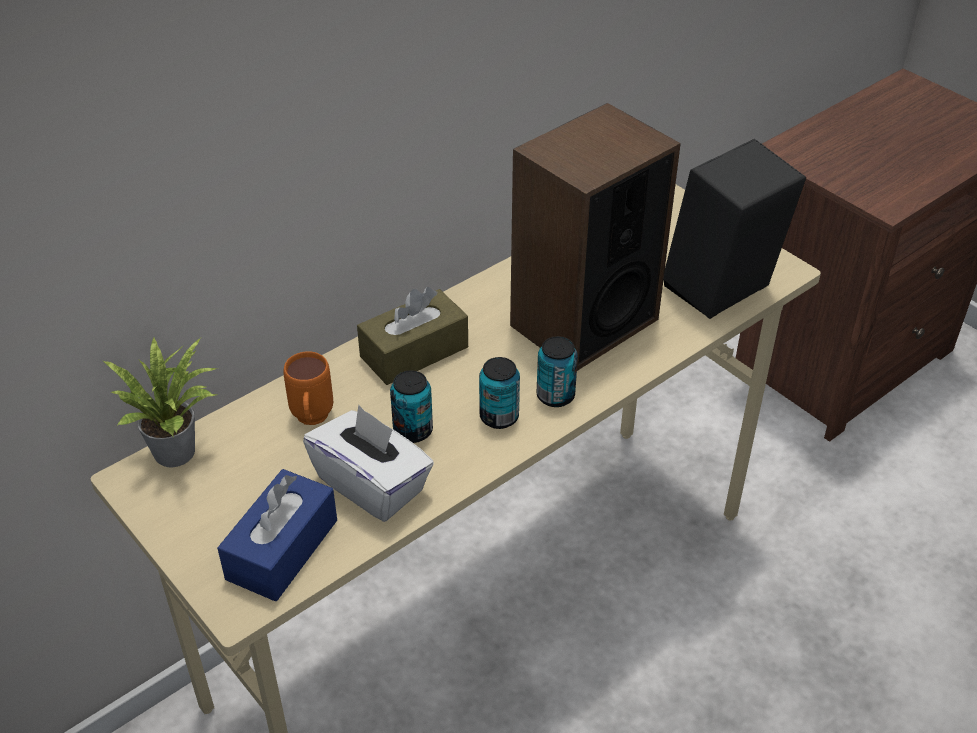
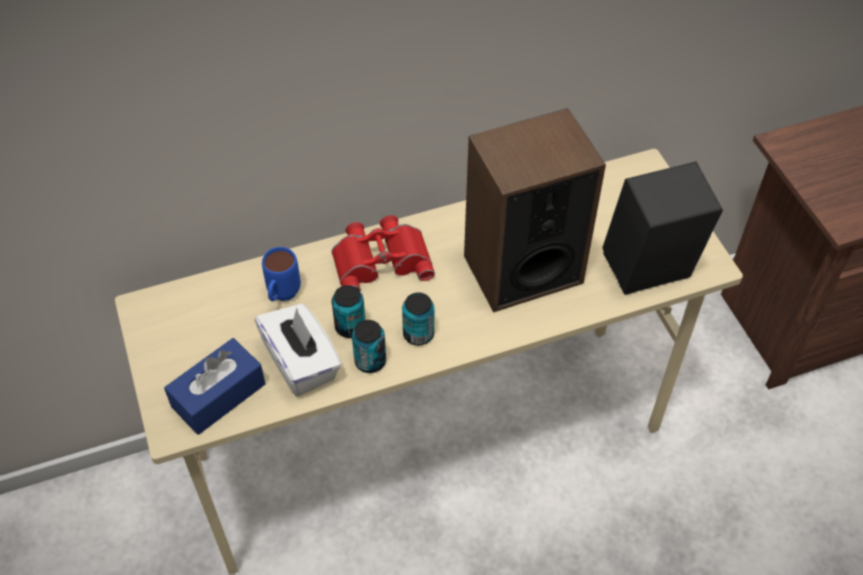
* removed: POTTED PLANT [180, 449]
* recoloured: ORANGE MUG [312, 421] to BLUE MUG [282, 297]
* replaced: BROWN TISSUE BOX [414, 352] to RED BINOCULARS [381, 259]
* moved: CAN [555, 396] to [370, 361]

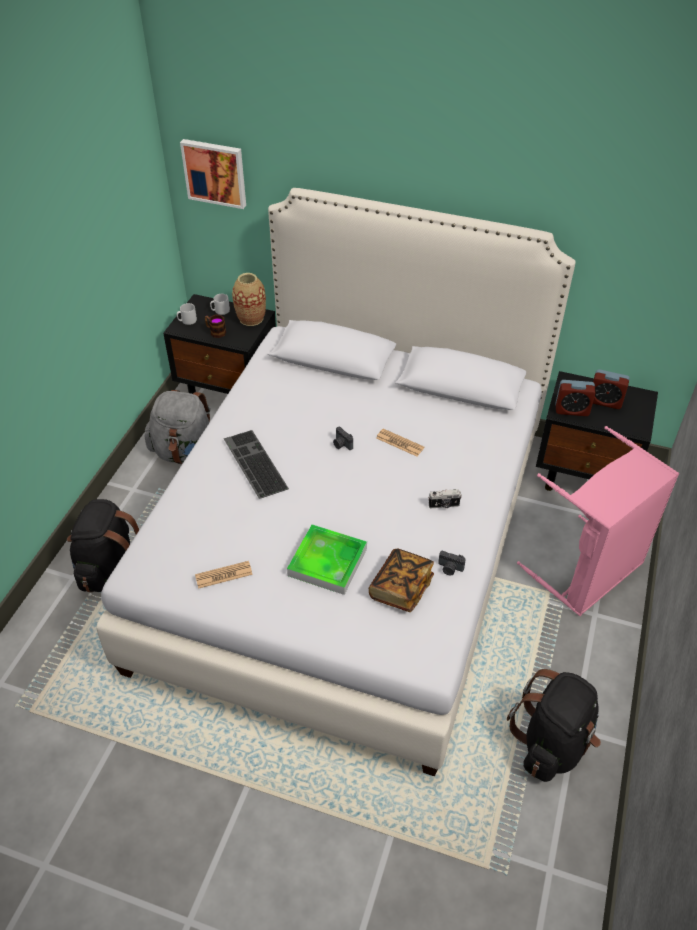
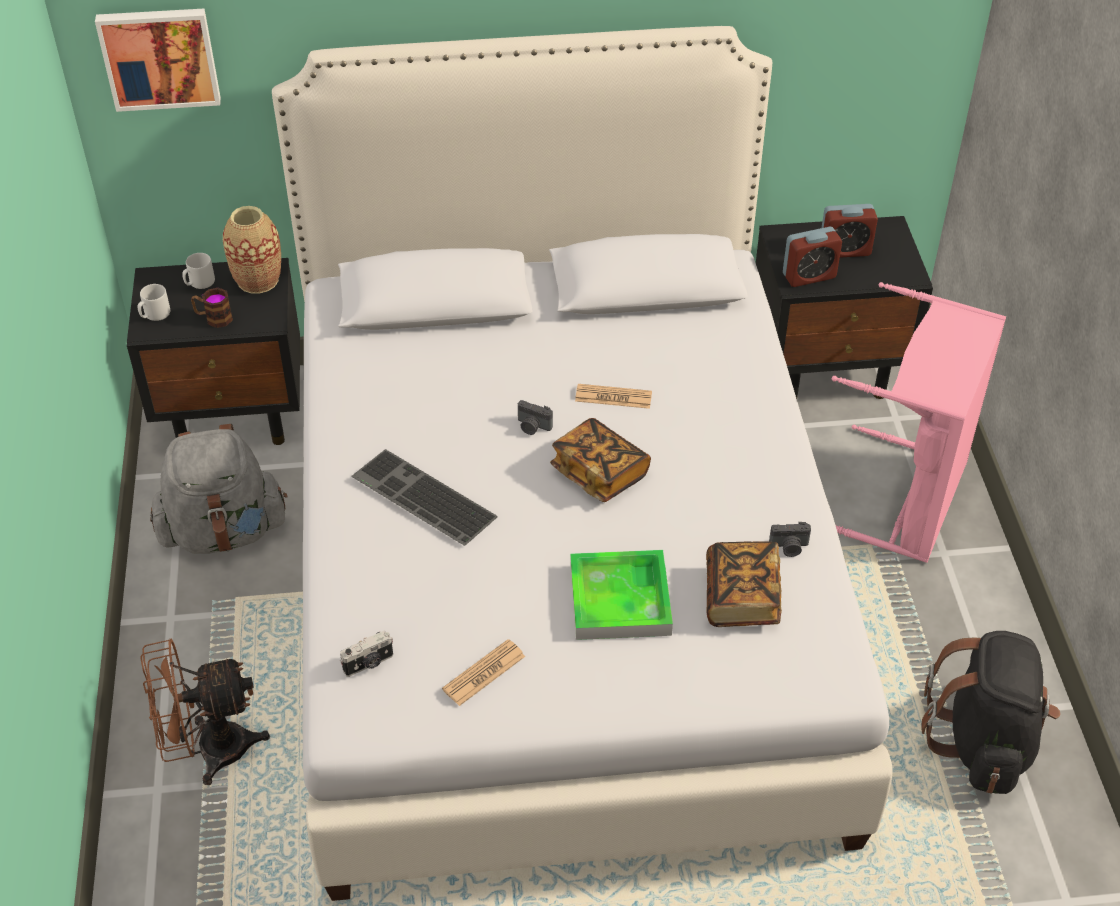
* replaced: BLACK BACKPACK [109, 567] to BROWN FAN [209, 750]
* moved: PHOTO CAMERA [444, 505] to [369, 664]
* added: BOOK [599, 473]

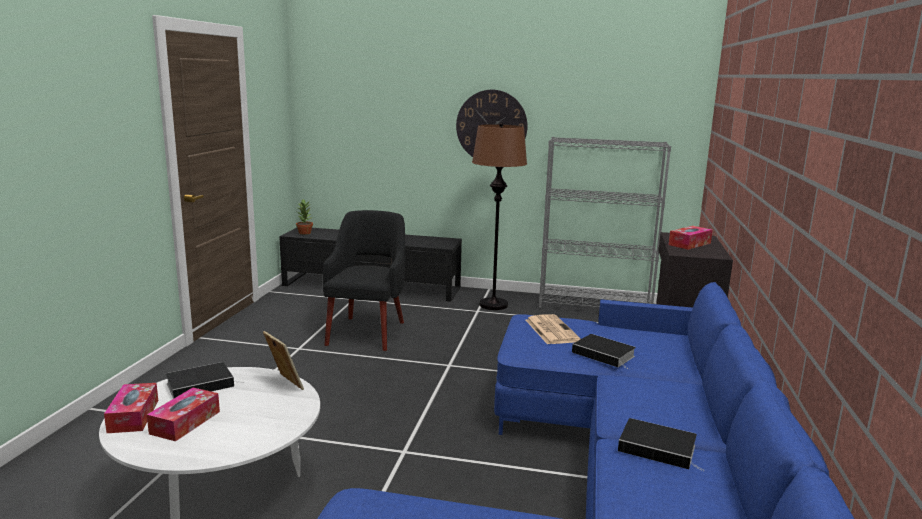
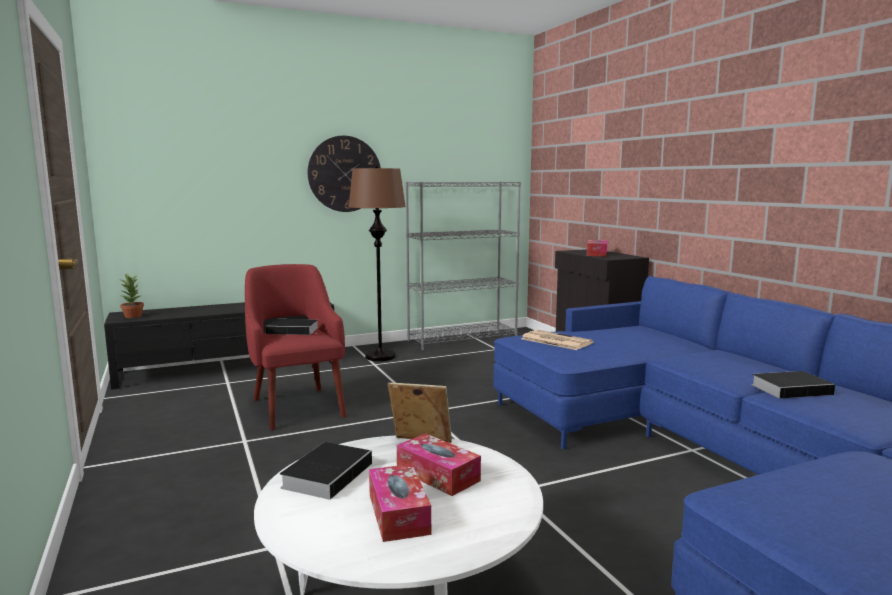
* moved: TISSUE BOX [133, 416] to [437, 475]
* recoloured: BLACK ARMCHAIR [367, 332] to RED ARMCHAIR [297, 406]
* moved: BOOK [605, 354] to [294, 330]

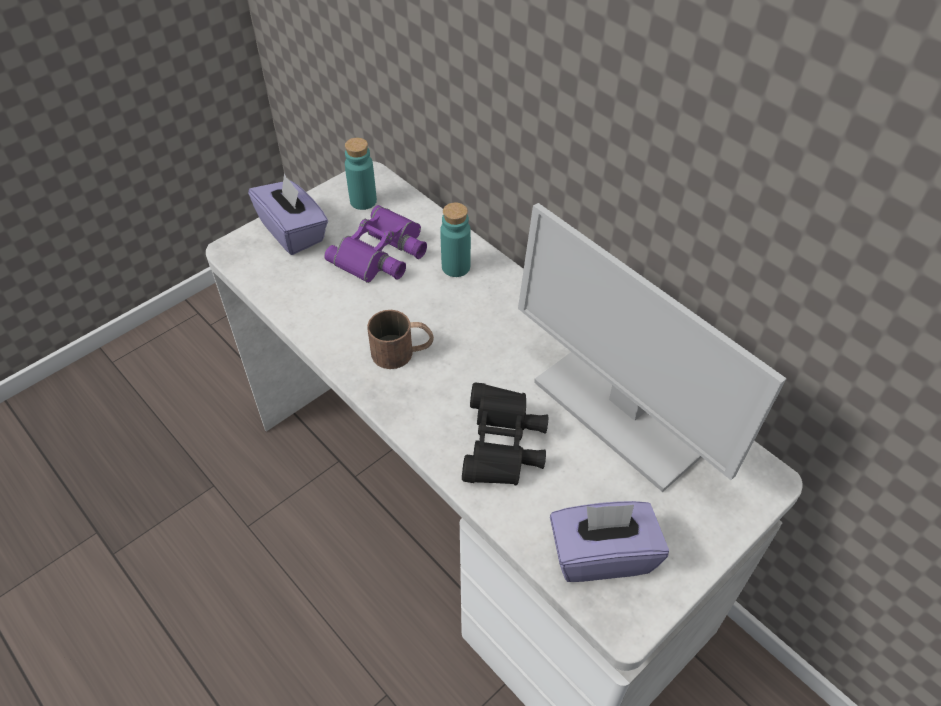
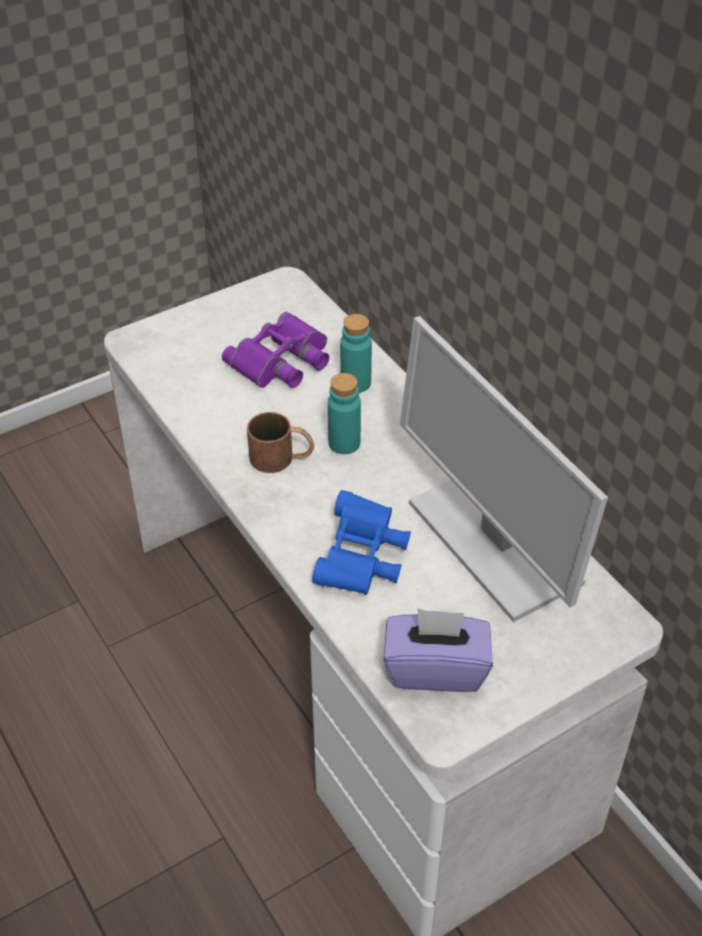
* removed: PURPLE TISSUE BOX [293, 232]
* moved: TURQUOISE BOTTLE [363, 201] to [344, 443]
* recoloured: BLACK BINOCULARS [503, 448] to BLUE BINOCULARS [362, 560]

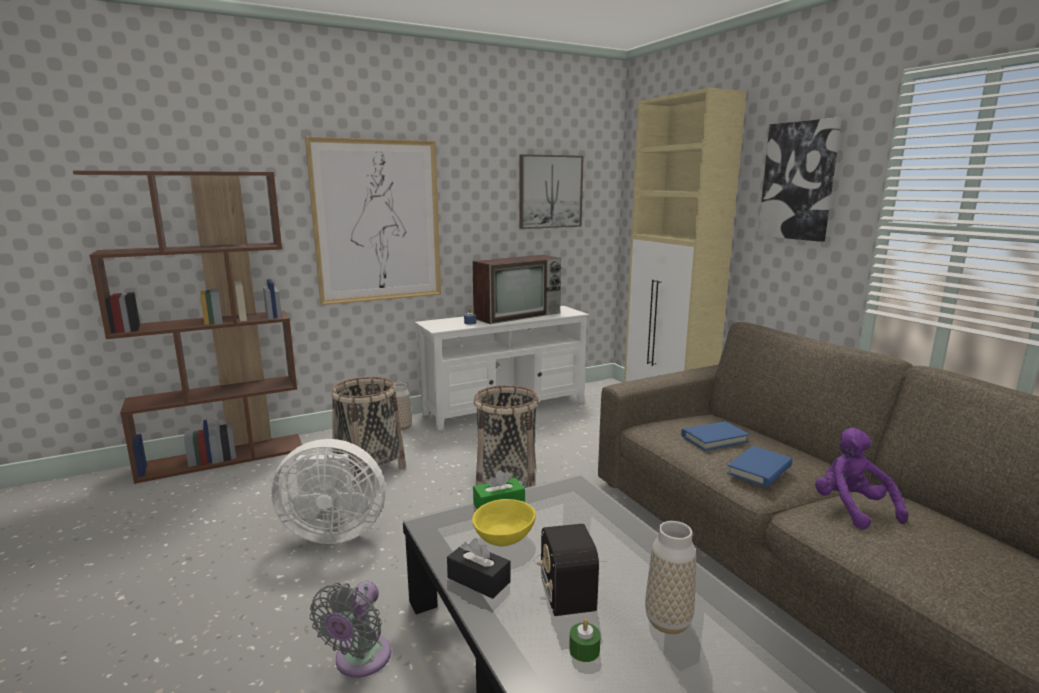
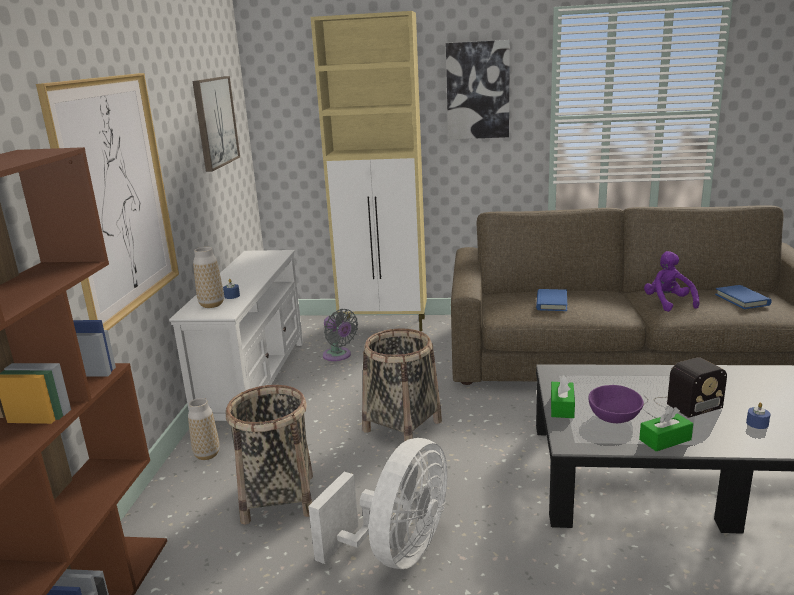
* moved: GREY FAN [359, 661] to [338, 356]
* recoloured: BLACK TISSUE BOX [478, 580] to GREEN TISSUE BOX [665, 440]
* removed: TELEVISION [518, 315]
* recoloured: YELLOW BOWL [504, 537] to PURPLE BOWL [613, 417]
* turned: RADIO [567, 577] = [678, 408] 45 degrees counterclockwise
* recoloured: GREEN CANDLE [584, 650] to BLUE CANDLE [757, 423]
* moved: VASE [668, 622] to [211, 304]
* moved: BLUE BOOK [759, 470] to [742, 299]
* turned: PURPLE PLUSH TOY [851, 508] = [668, 303] 60 degrees clockwise

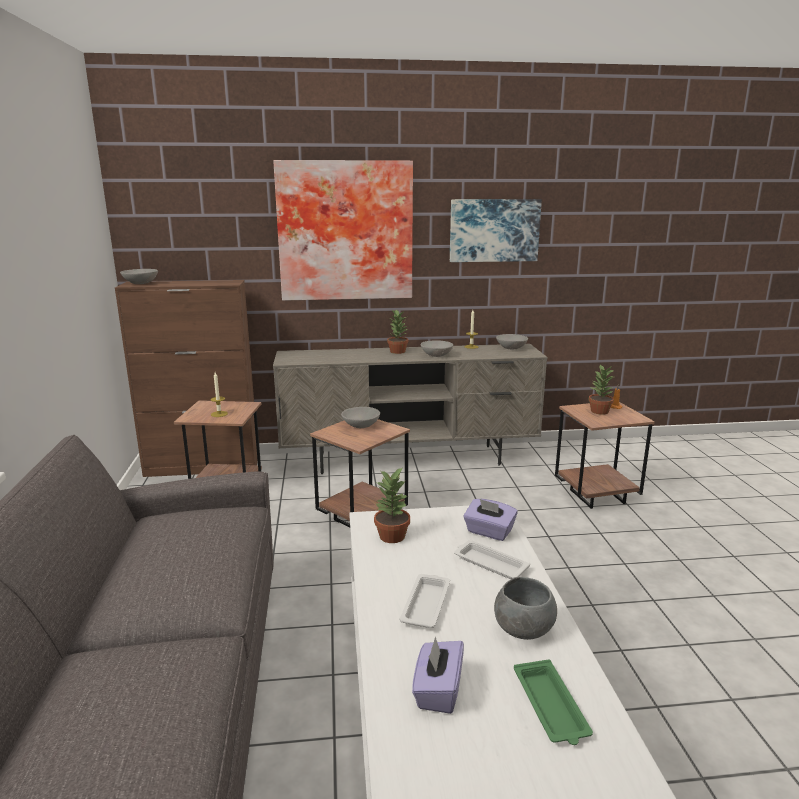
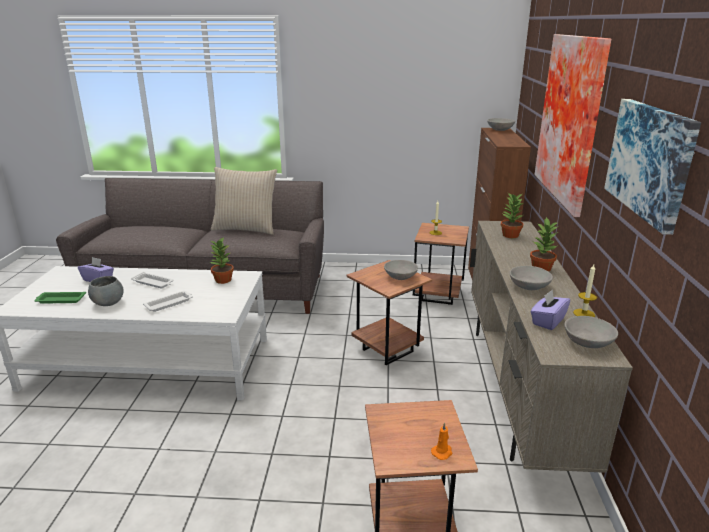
* moved: PURPLE TISSUE BOX [489, 532] to [547, 321]
* moved: POTTED PLANT [599, 411] to [510, 235]
* added: BEIGE PILLOW [246, 229]

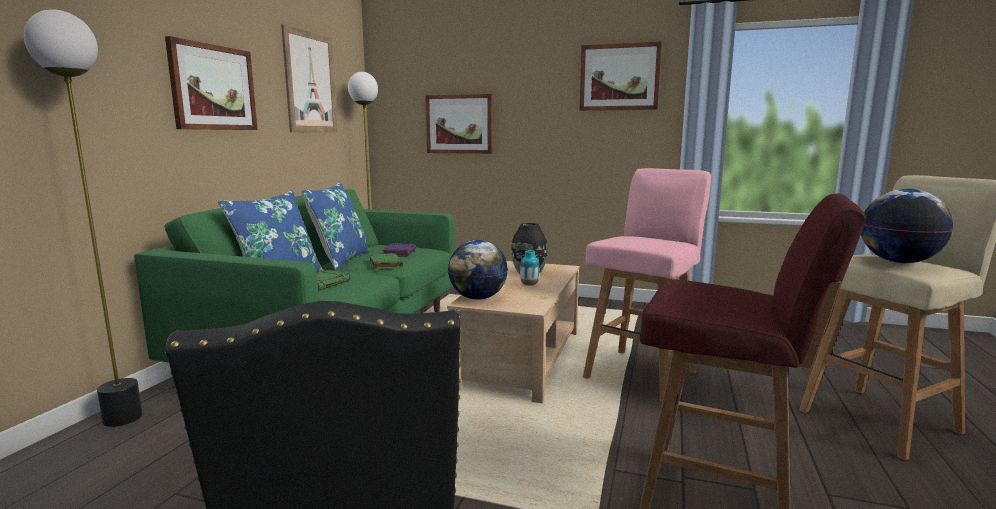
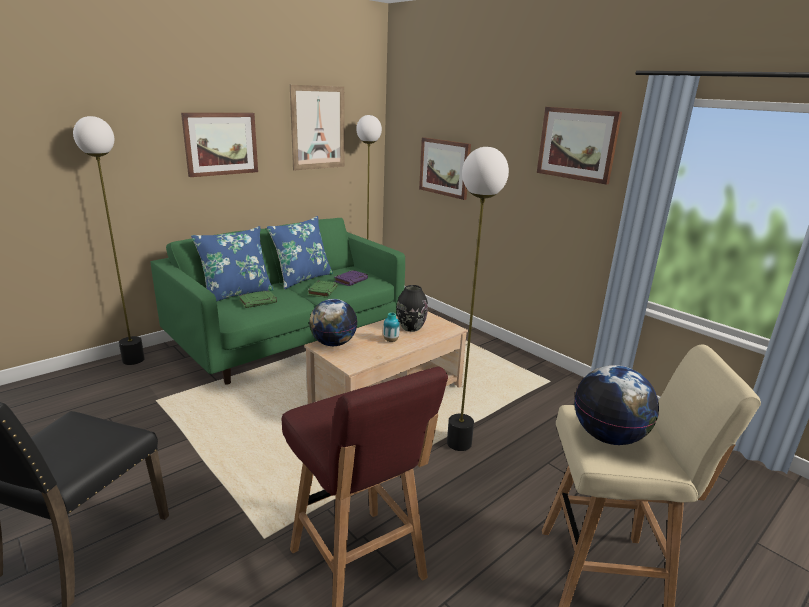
* replaced: PINK STOOL [642, 374] to FLOOR LAMP [459, 443]

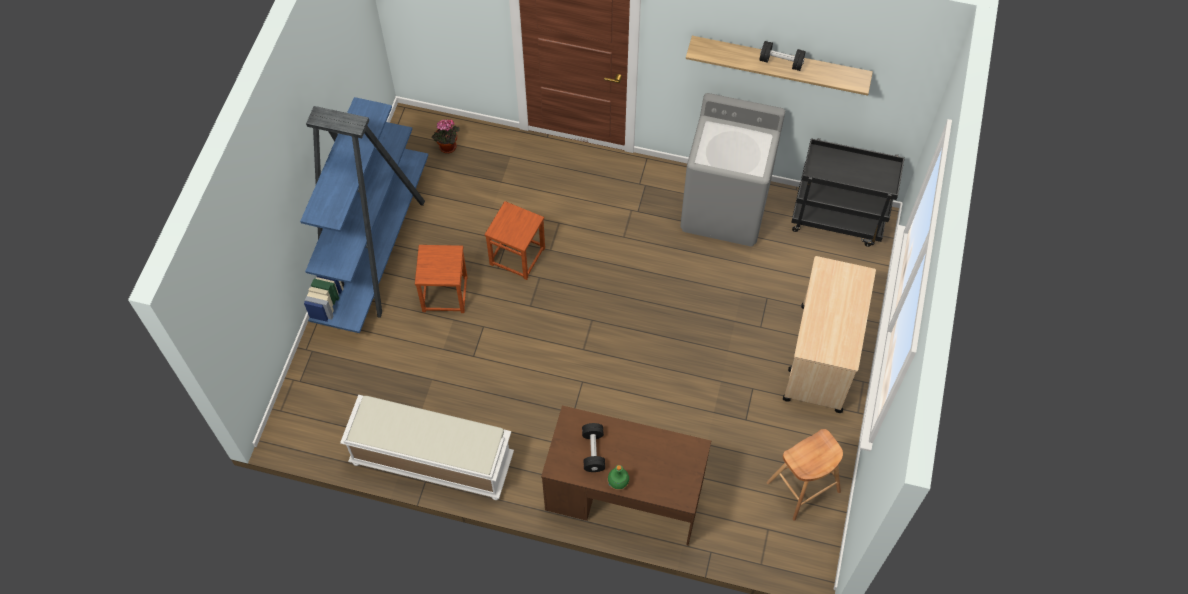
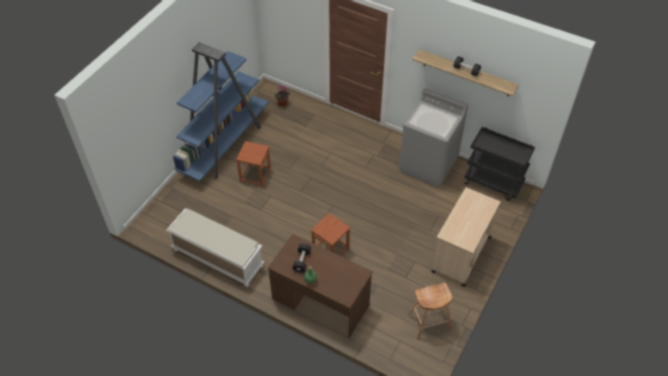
* moved: BROWN STOOL [517, 256] to [331, 250]

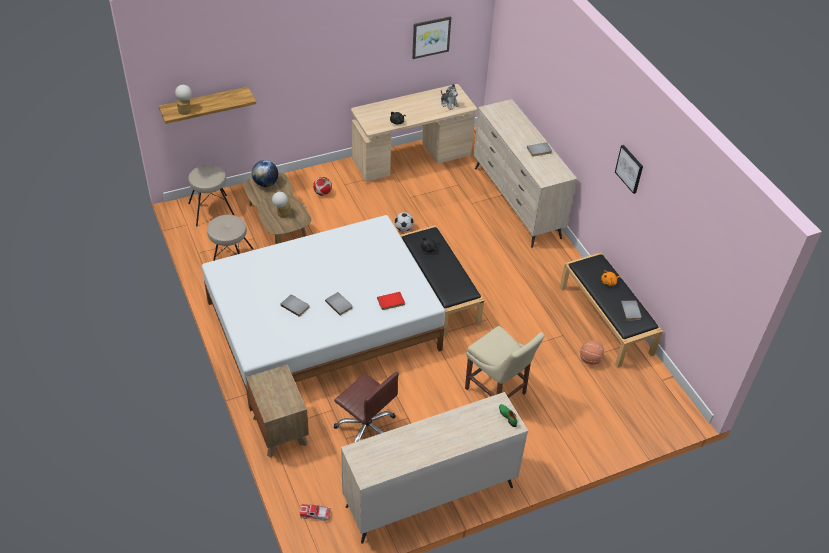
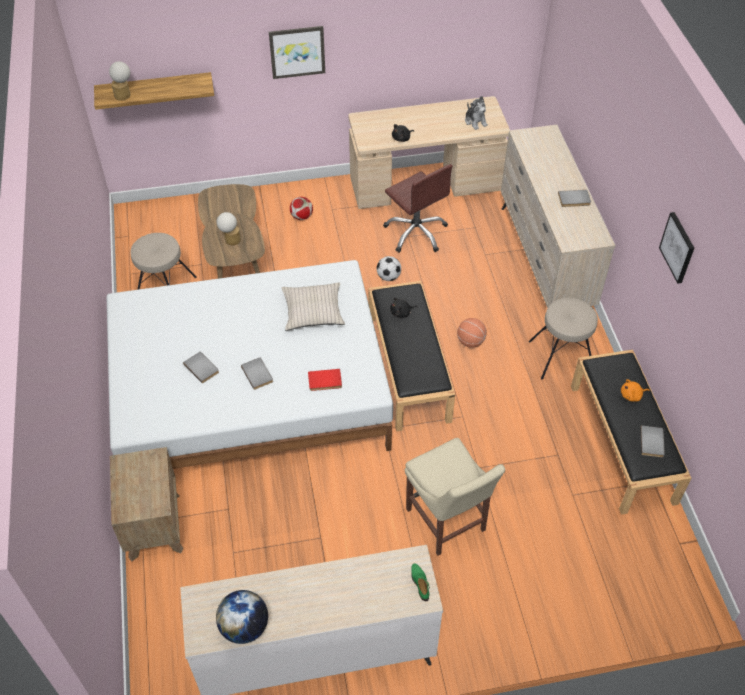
* moved: BEIGE STOOL [211, 210] to [561, 357]
* moved: GLOBE [266, 183] to [244, 627]
* removed: TOY CAR [315, 514]
* moved: BROWN OFFICE CHAIR [367, 429] to [416, 232]
* moved: PICTURE [431, 37] to [297, 51]
* moved: BASKETBALL [590, 360] to [470, 341]
* added: BEIGE PILLOW [313, 311]

